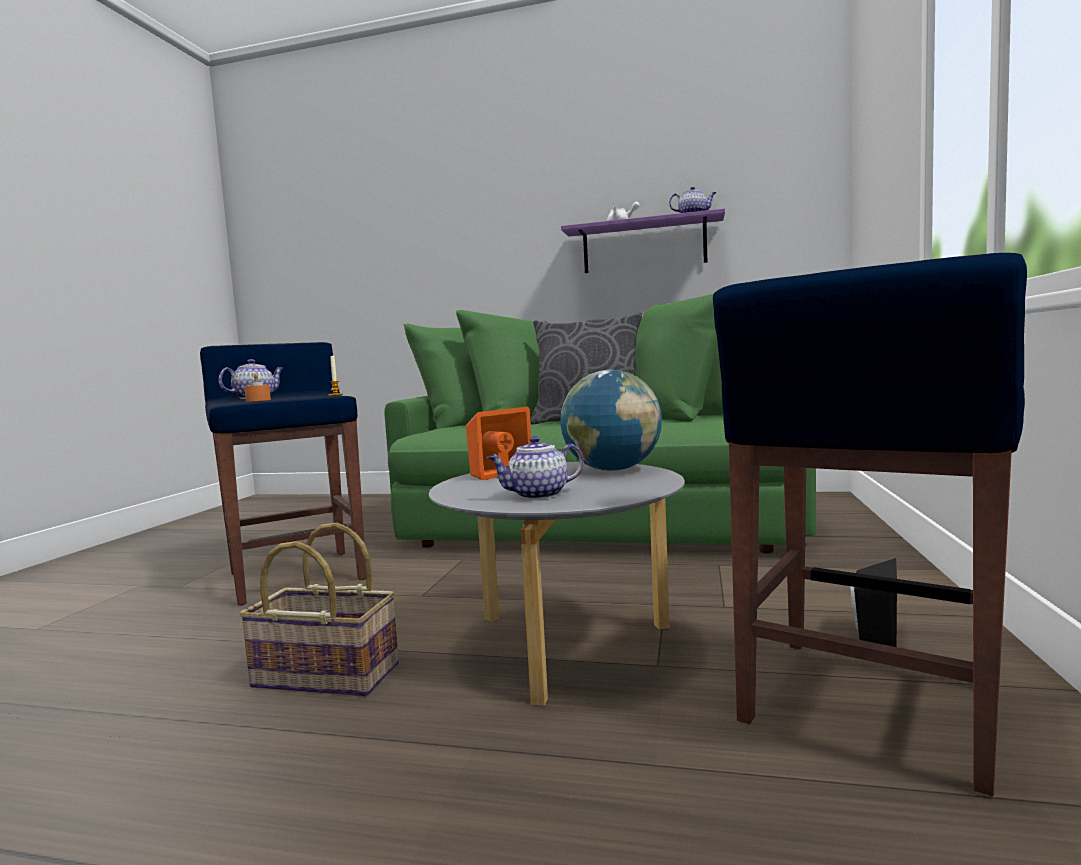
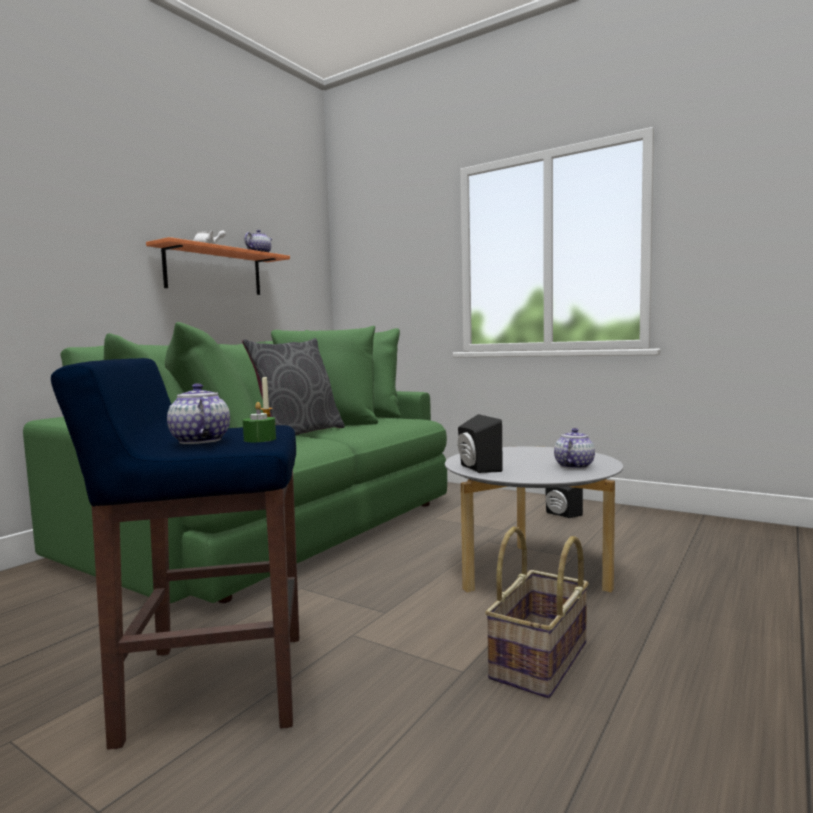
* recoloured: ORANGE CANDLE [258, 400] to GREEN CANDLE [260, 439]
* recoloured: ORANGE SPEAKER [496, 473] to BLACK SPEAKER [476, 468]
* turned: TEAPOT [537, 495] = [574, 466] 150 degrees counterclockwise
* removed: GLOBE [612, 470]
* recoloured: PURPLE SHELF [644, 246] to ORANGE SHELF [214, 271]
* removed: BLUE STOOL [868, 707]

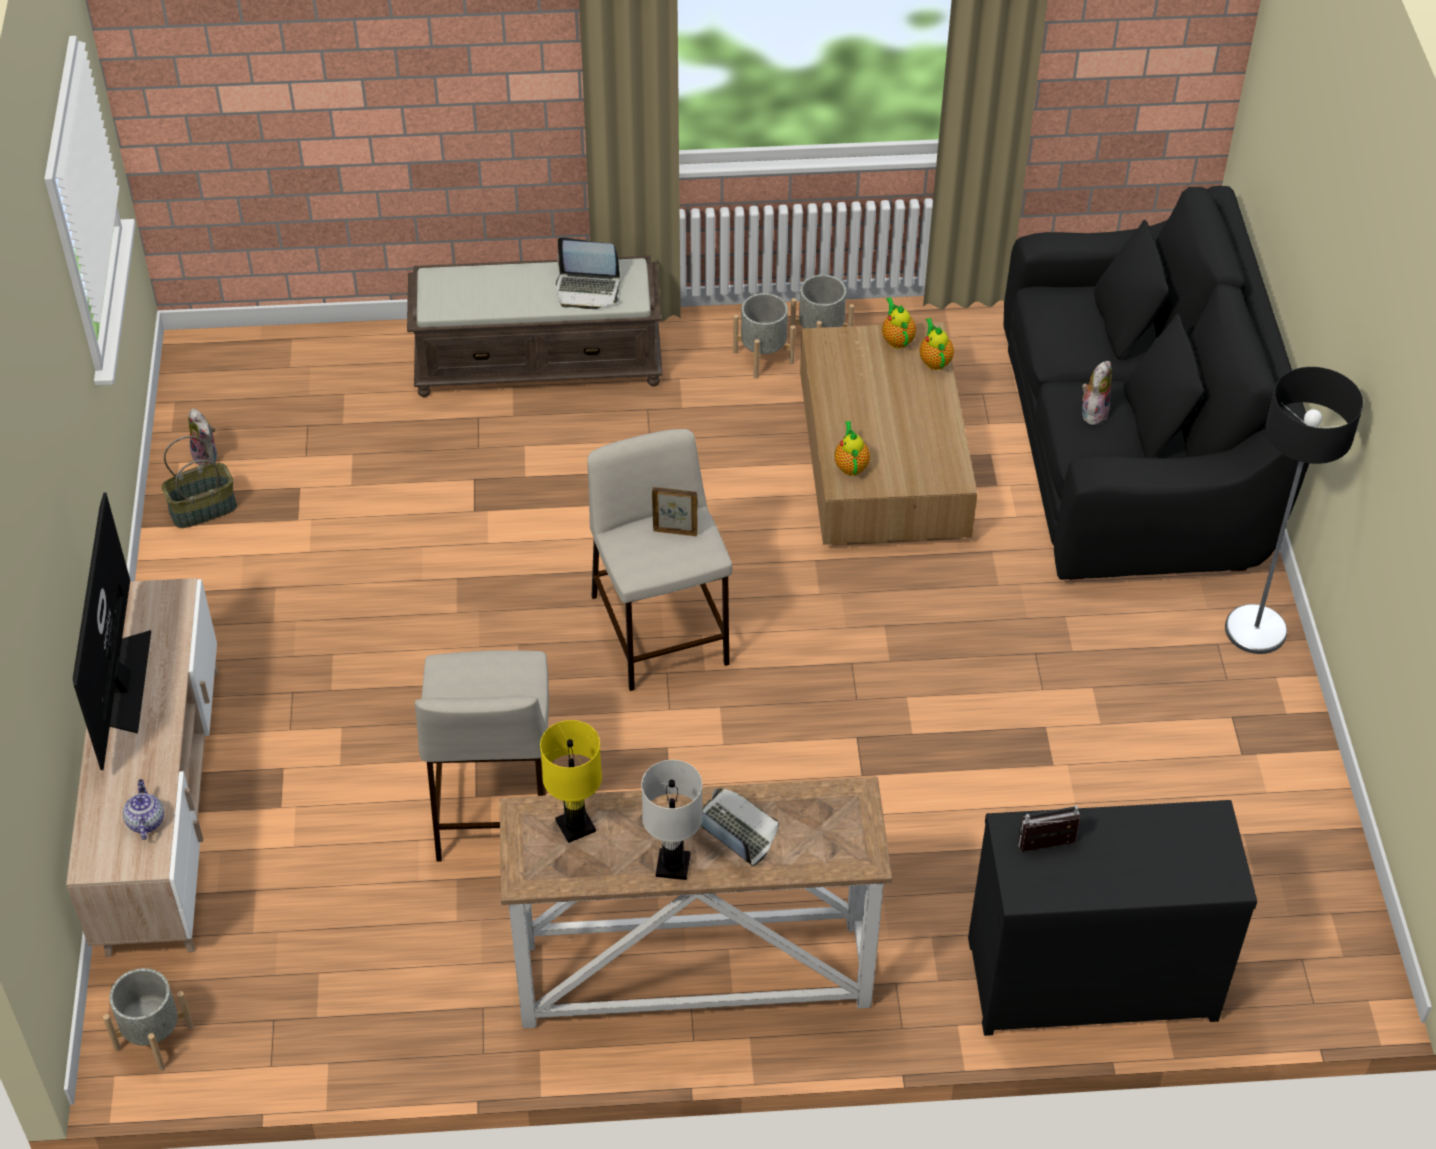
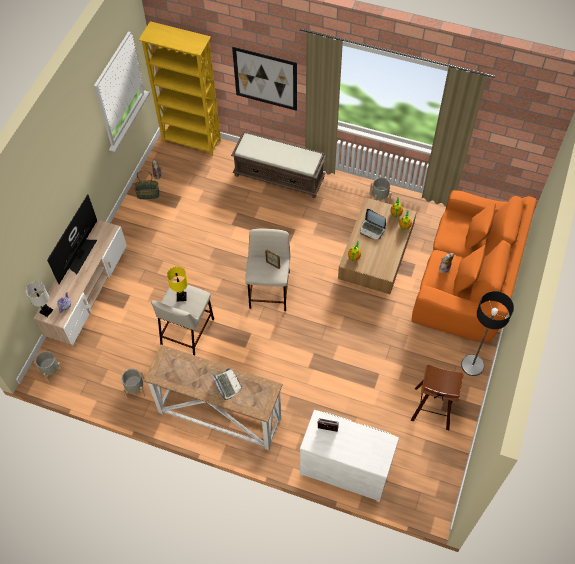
* moved: YELLOW TABLE LAMP [575, 825] to [181, 296]
* moved: LAPTOP [588, 289] to [372, 229]
* moved: WHITE TABLE LAMP [673, 865] to [46, 311]
* moved: GREY PLANTER [763, 357] to [135, 389]
* recoloured: BLACK DRESSER [1088, 972] to WHITE DRESSER [345, 467]
* recoloured: BLACK SOFA [1132, 451] to ORANGE SOFA [466, 280]
* added: YELLOW BOOKCASE [192, 141]
* added: PICTURE [265, 79]
* added: STOOL [433, 410]

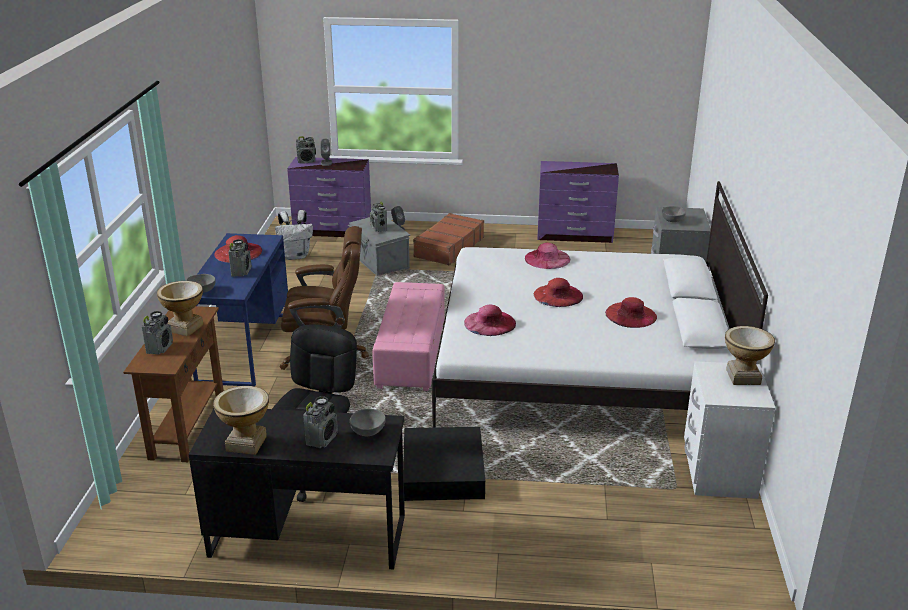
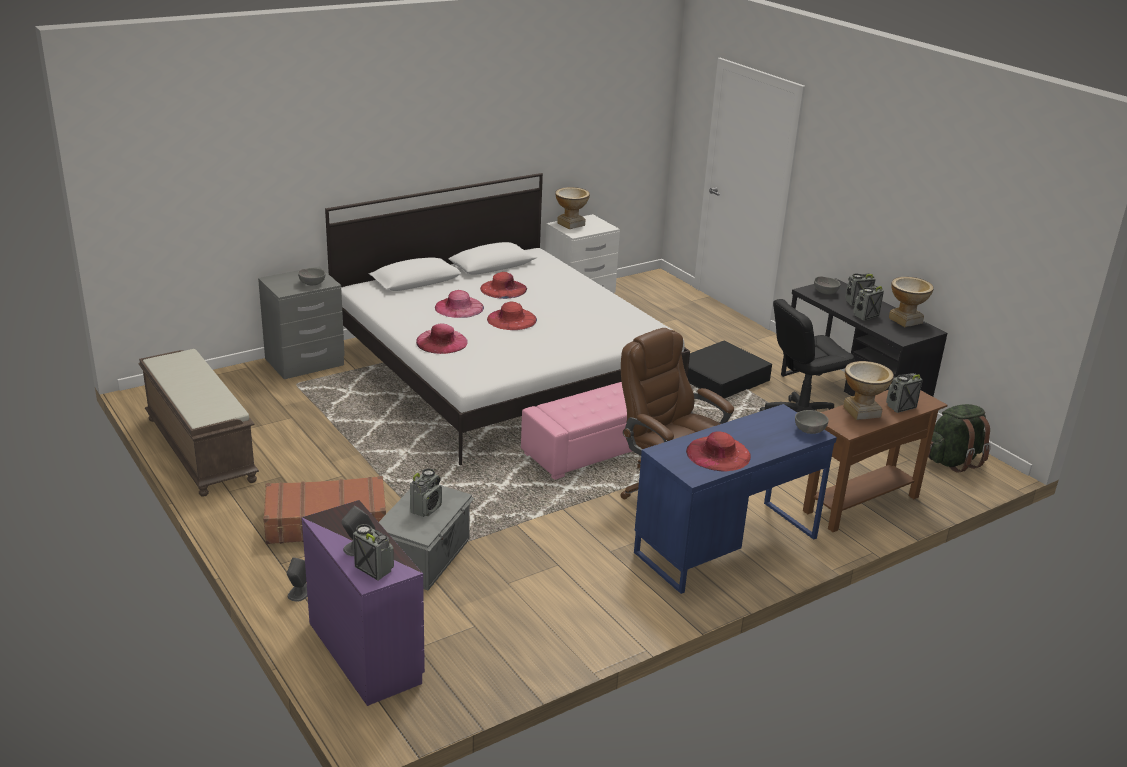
* moved: RADIO [241, 271] to [865, 316]
* removed: WHITE BACKPACK [296, 256]
* moved: PINK HAT [489, 323] to [459, 307]
* replaced: PURPLE DRESSER [575, 235] to BROWN BENCH [199, 449]
* added: GREEN BACKPACK [953, 461]

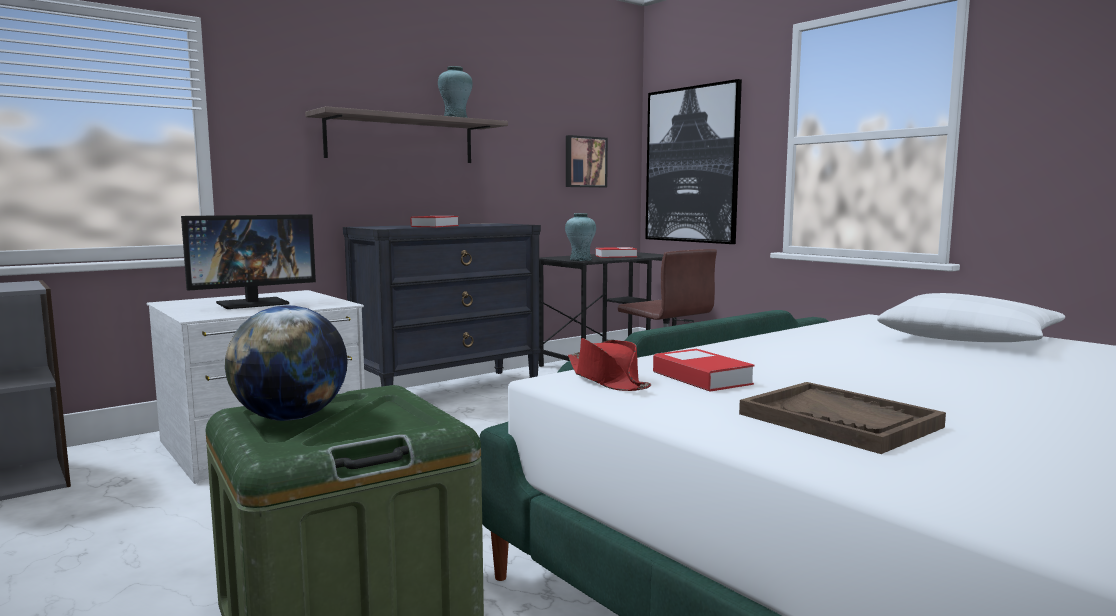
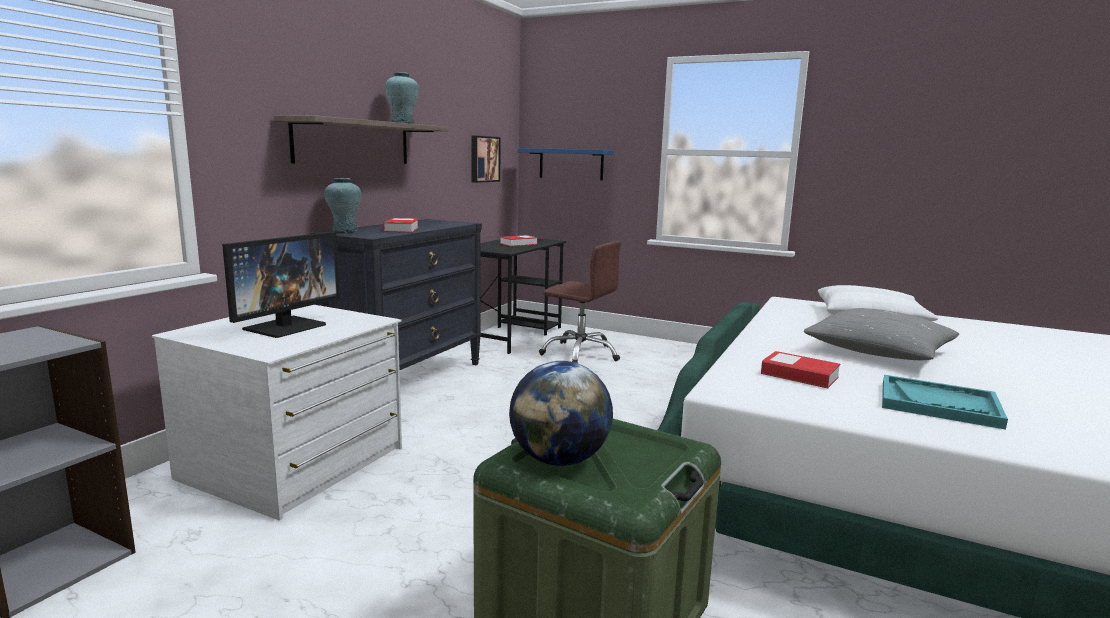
* moved: TURQUOISE VASE [580, 260] to [345, 231]
* removed: RED HAT [607, 380]
* replaced: PICTURE [691, 165] to BLUE SHELF [571, 164]
* recoloured: BROWN TRAY [839, 420] to TURQUOISE TRAY [939, 404]
* added: GREY PILLOW [879, 352]

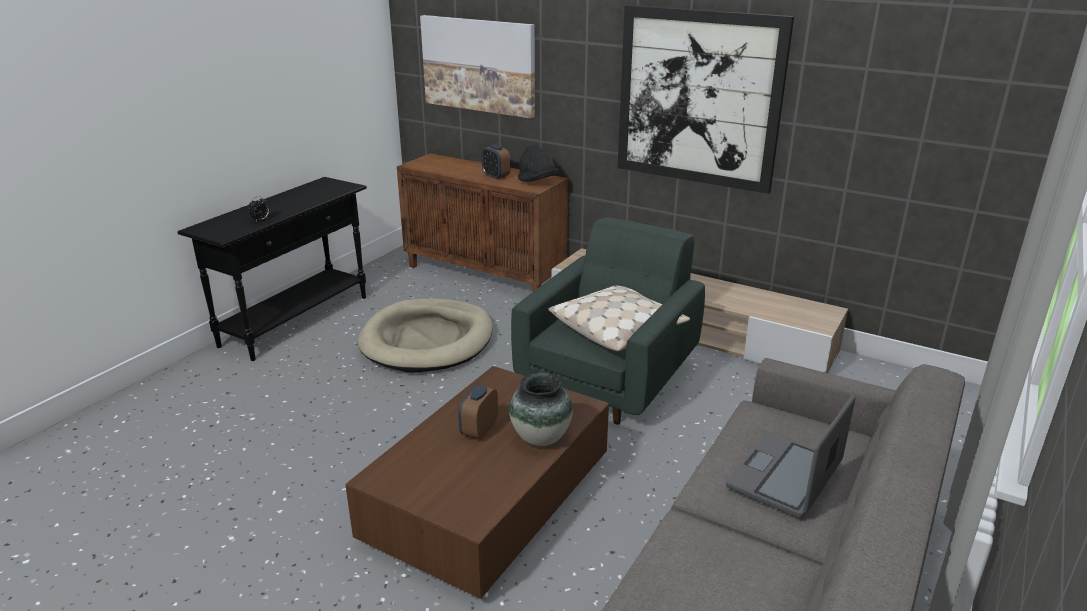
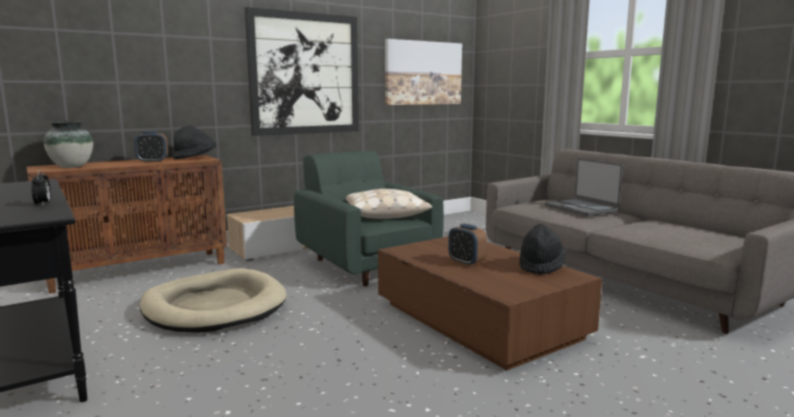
* moved: PICTURE [479, 65] to [423, 73]
* moved: VASE [540, 438] to [71, 167]
* added: BLACK HAT [541, 266]

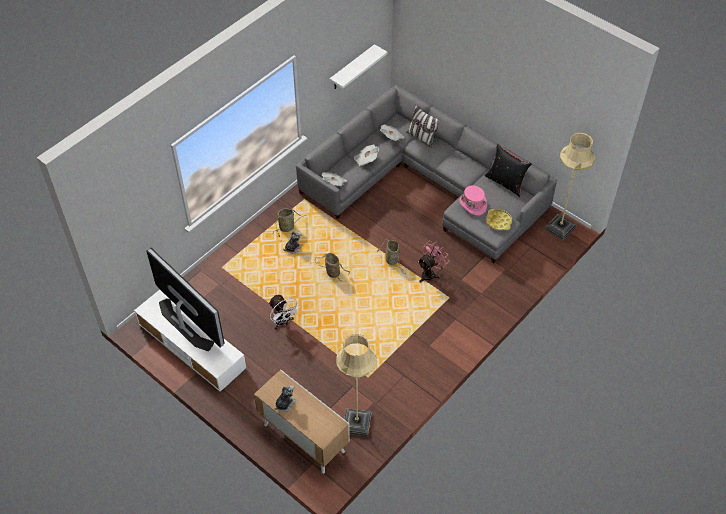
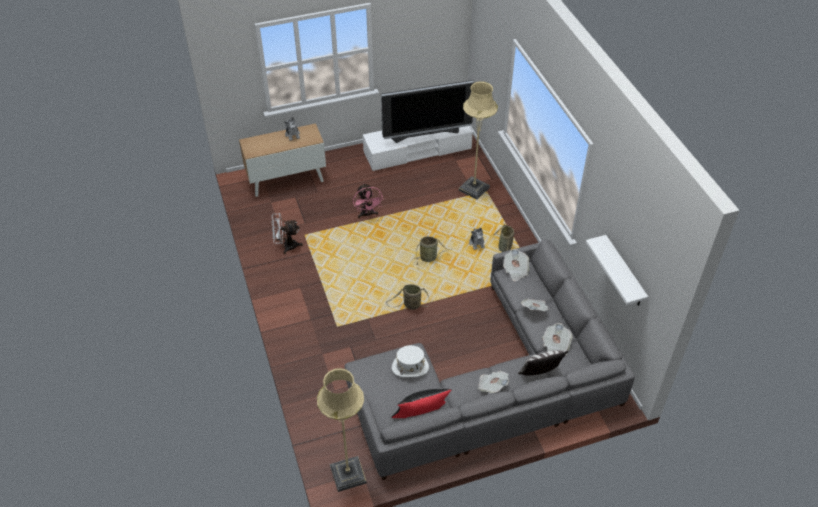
* moved: WHITE FAN [283, 322] to [286, 246]
* moved: BEIGE FLOOR LAMP [356, 423] to [474, 189]
* moved: PINK FAN [430, 273] to [367, 214]
* recoloured: PINK HAT [473, 205] to WHITE HAT [410, 367]
* removed: YELLOW TRAY [498, 221]
* added: NEWSPAPER [492, 386]

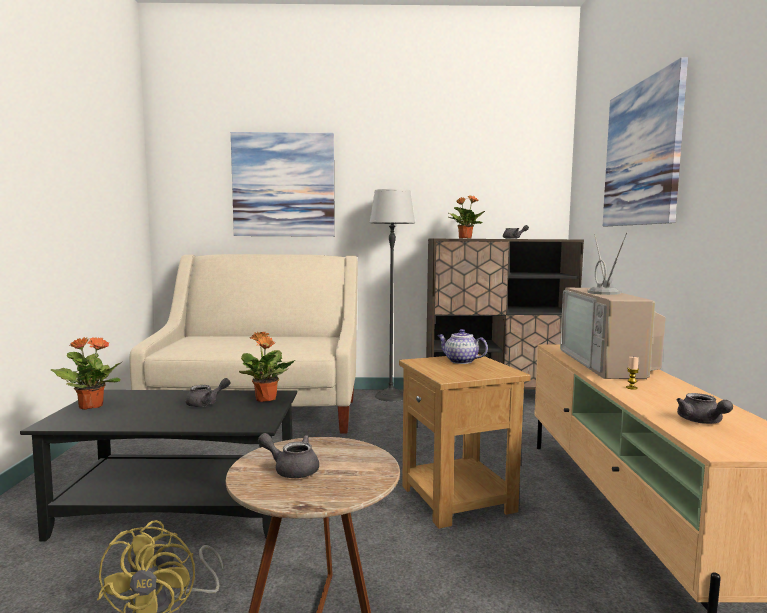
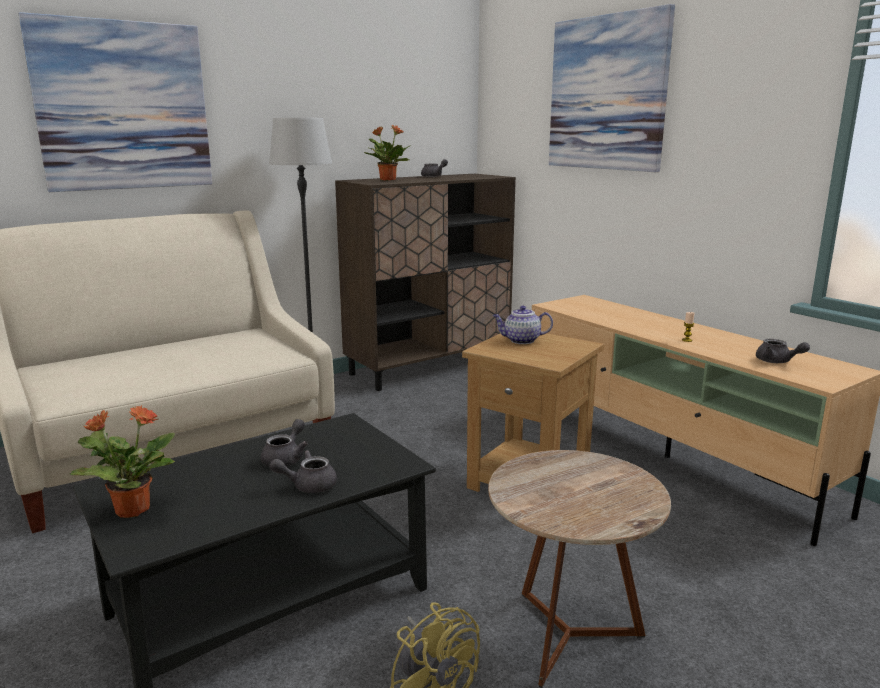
* removed: POTTED PLANT [266, 399]
* moved: GREY TEAPOT [291, 470] to [308, 485]
* removed: TELEVISION [608, 364]

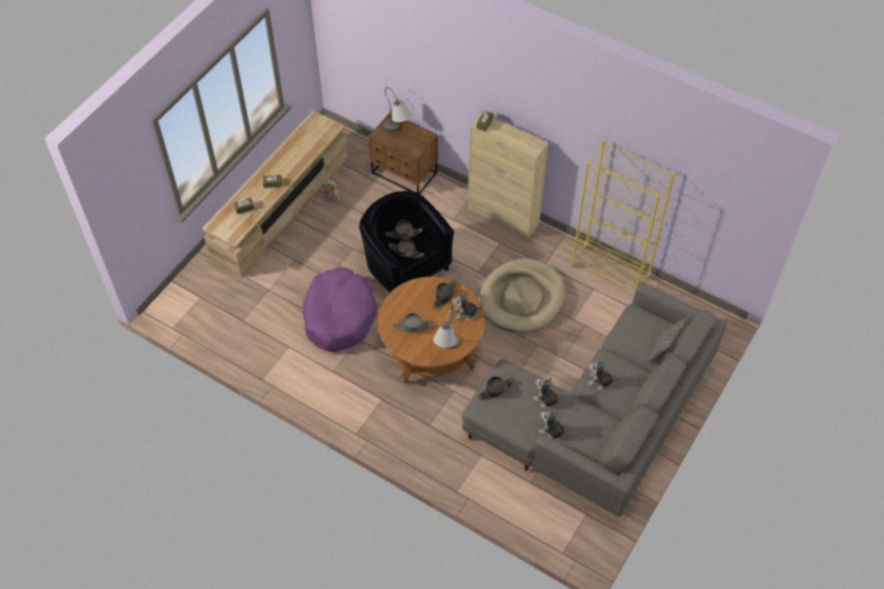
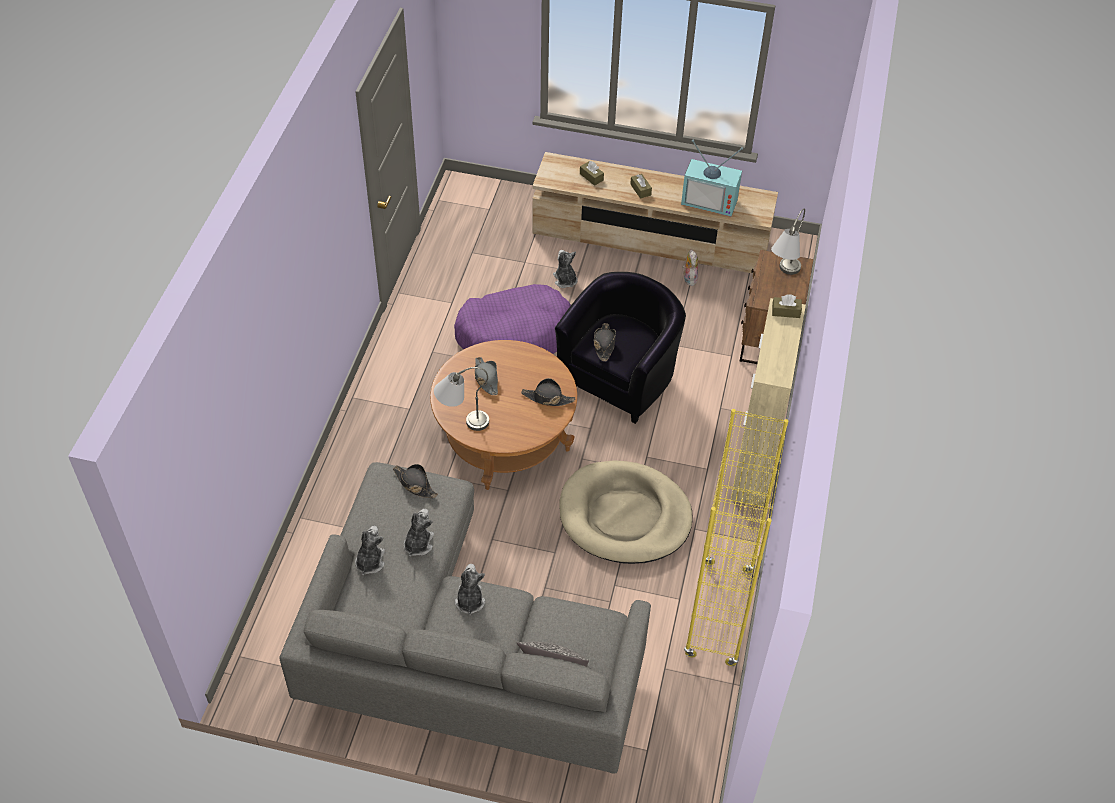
* removed: BLACK HAT [403, 233]
* moved: PLUSH TOY [465, 313] to [565, 280]
* added: TELEVISION [711, 200]

